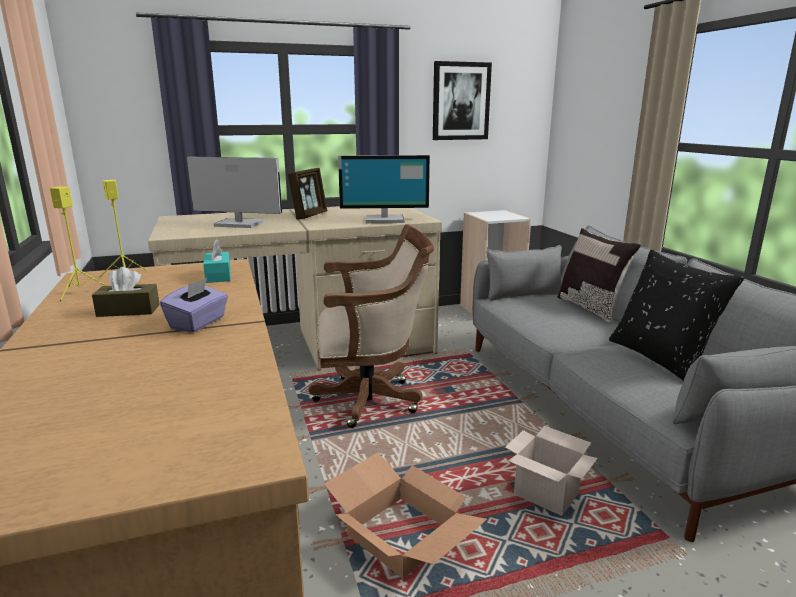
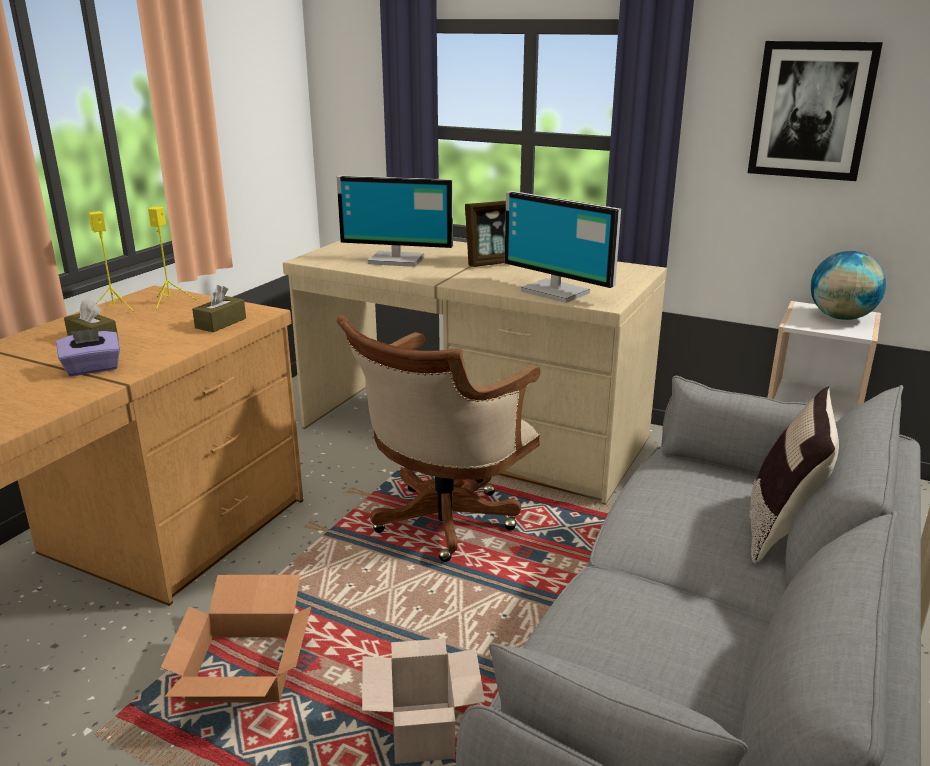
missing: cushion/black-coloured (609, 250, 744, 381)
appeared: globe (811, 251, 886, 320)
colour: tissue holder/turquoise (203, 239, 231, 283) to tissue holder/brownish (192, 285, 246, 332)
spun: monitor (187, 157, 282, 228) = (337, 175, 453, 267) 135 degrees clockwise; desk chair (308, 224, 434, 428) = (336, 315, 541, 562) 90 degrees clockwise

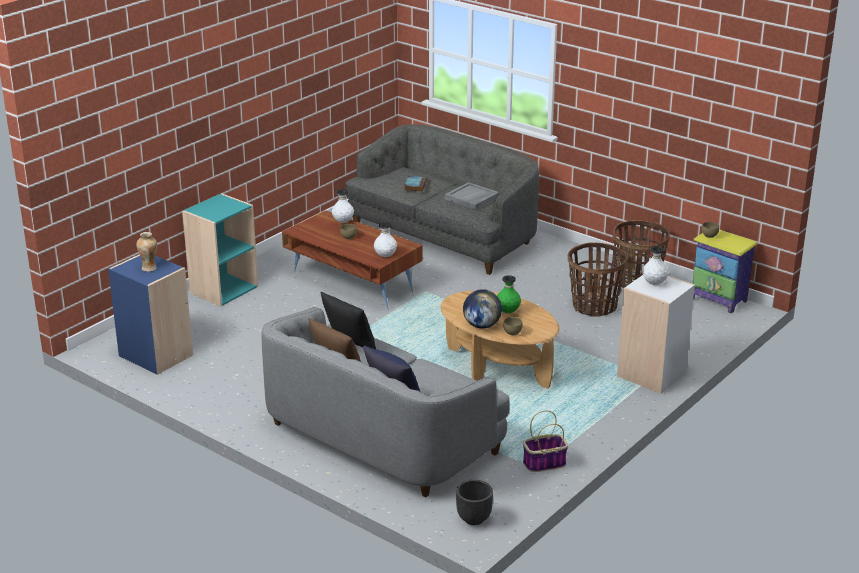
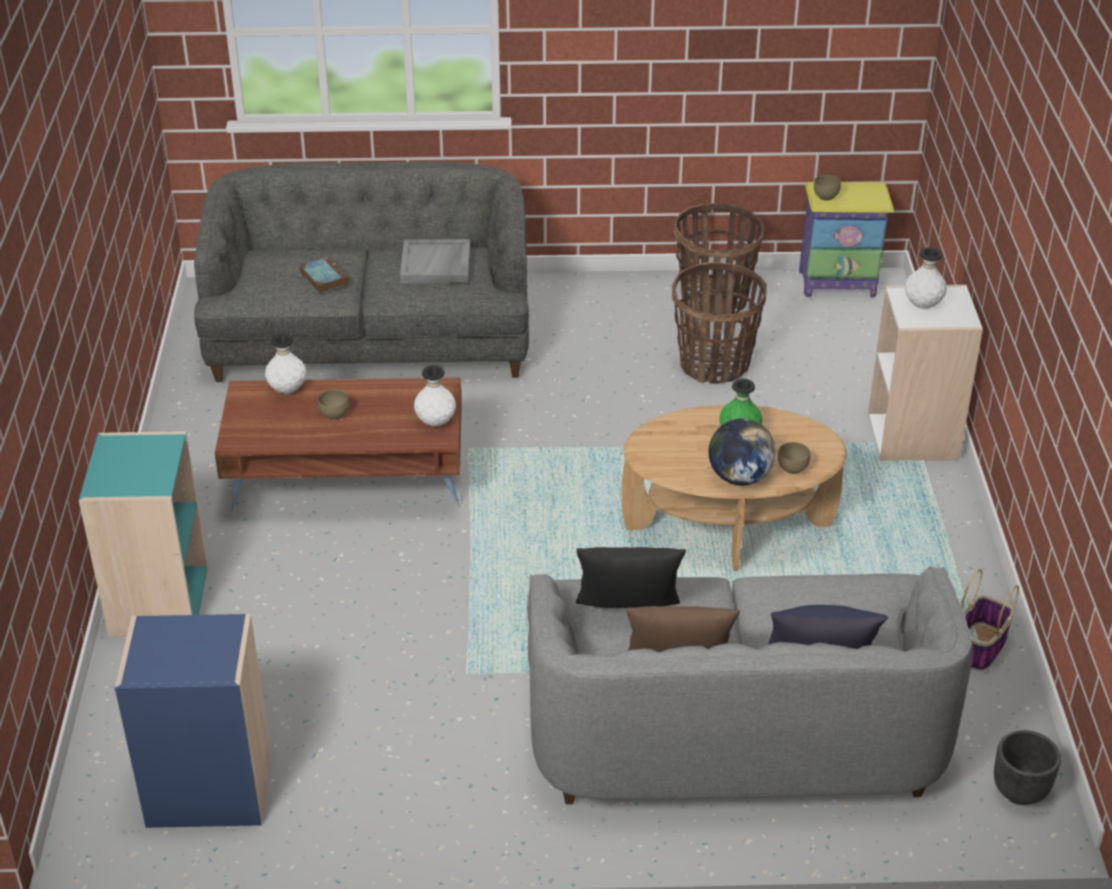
missing: vase (136, 232, 157, 272)

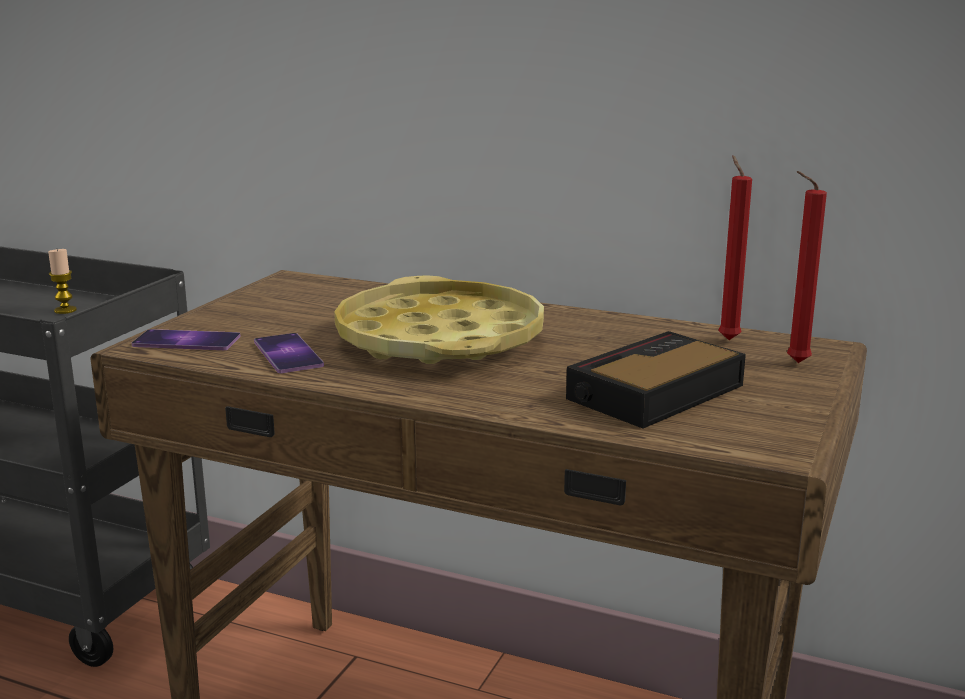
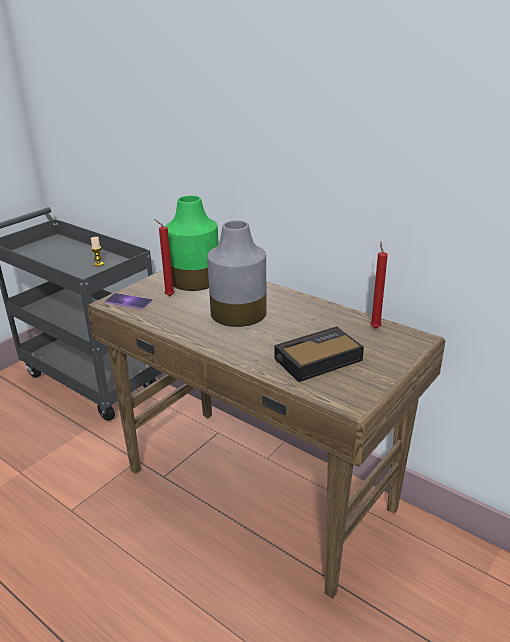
missing: phone (254, 333, 324, 373)
appeared: vase/green-coloured (165, 195, 219, 291)
relocated: wax candle/red-coloured (787, 171, 827, 363) to (154, 219, 175, 296)
exchanged: tray/yellow-coloured (334, 275, 544, 364) to vase/grey (207, 220, 267, 327)

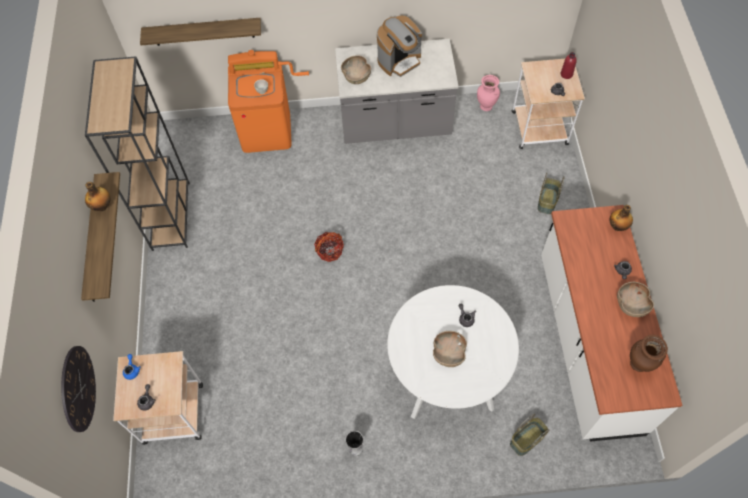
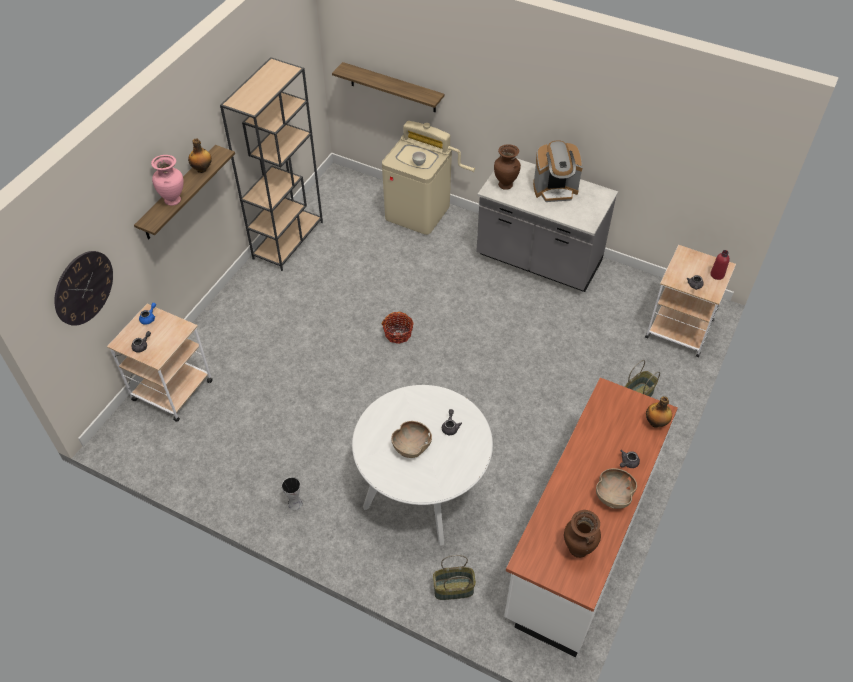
relocated: vase/pink-coloured (477, 75, 500, 111) to (151, 155, 184, 206)
exchanged: bowl/brownish (341, 55, 371, 84) to vase/brownish (494, 144, 521, 190)
colour: laundry appliance/orange-coloured (228, 50, 309, 153) to laundry appliance/beige (382, 121, 475, 235)

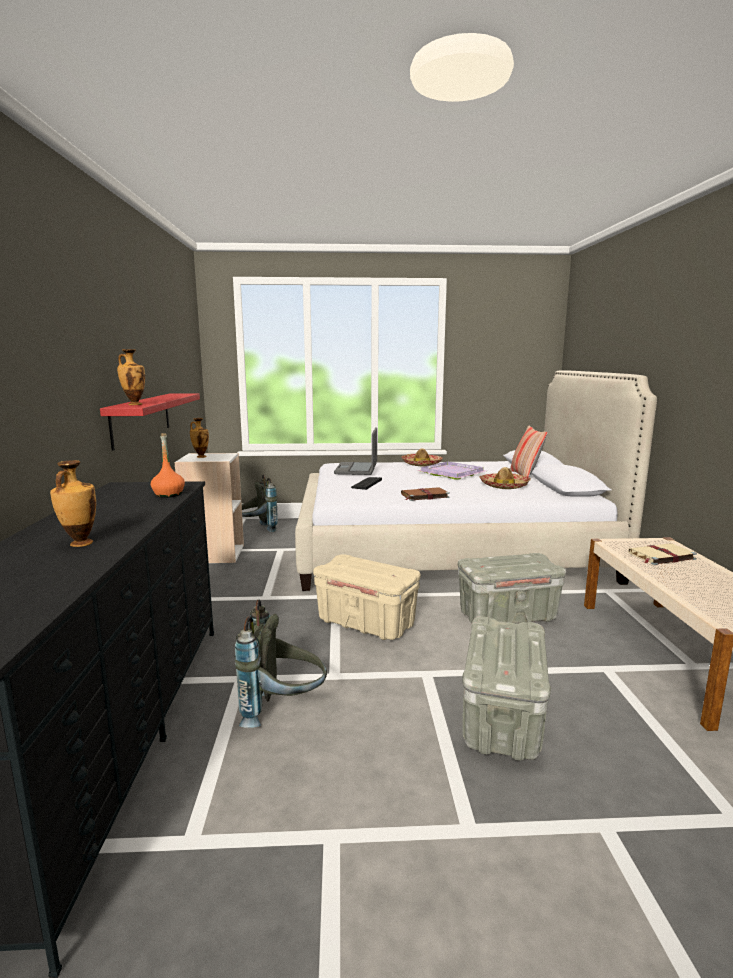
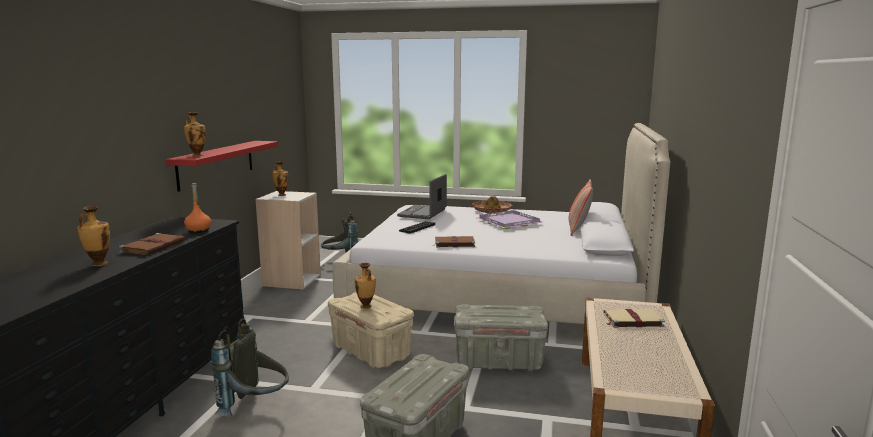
missing: clothing hat (479, 467, 531, 489)
appeared: bound book/brownish (119, 233, 185, 255); vase (355, 263, 376, 309)

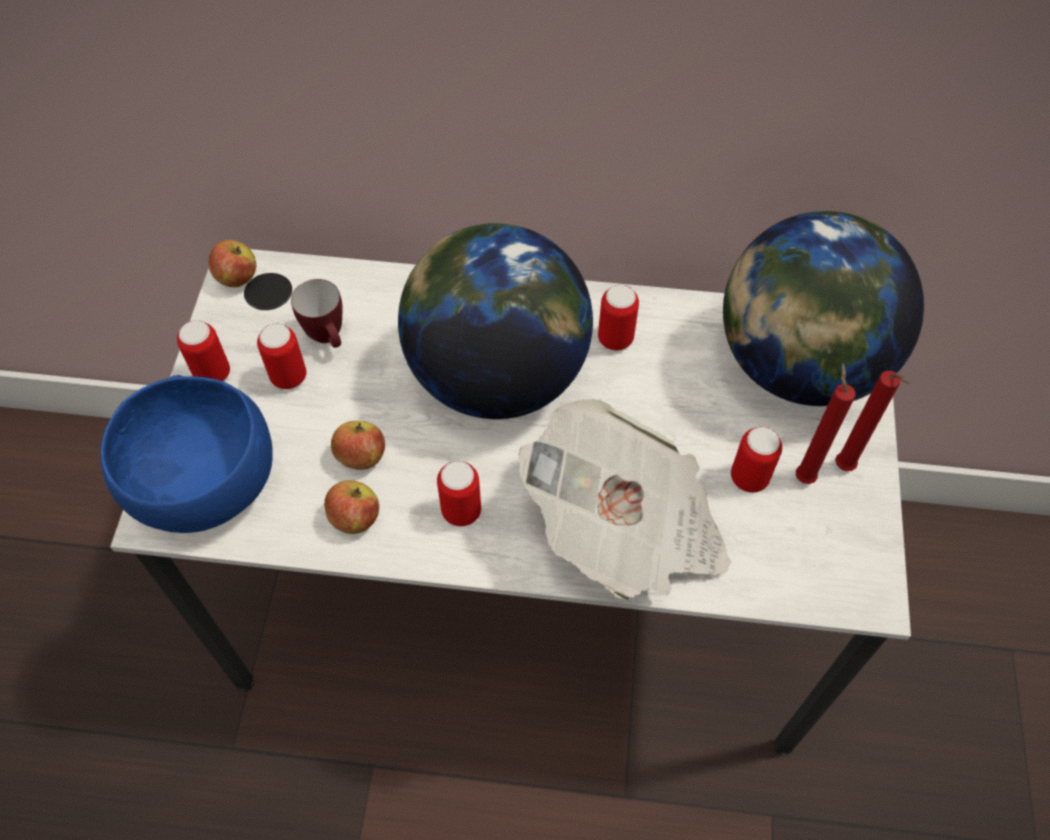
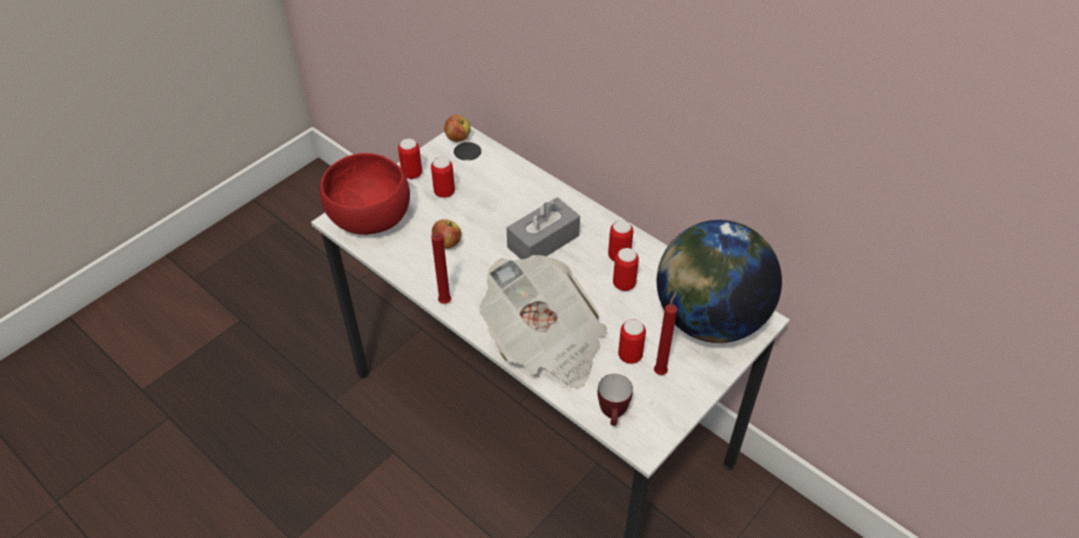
missing: apple fruit (324, 480, 379, 534)
relocated: coffee mug (291, 279, 343, 348) to (597, 374, 633, 426); wax candle/red-coloured (835, 371, 910, 471) to (431, 232, 451, 304); can (437, 461, 481, 526) to (613, 248, 639, 291)
exchanged: globe (398, 223, 593, 419) to tissue holder/grey (507, 197, 580, 259)
colour: bowl/blue-coloured (100, 375, 273, 533) to bowl/red-coloured (320, 153, 410, 235)

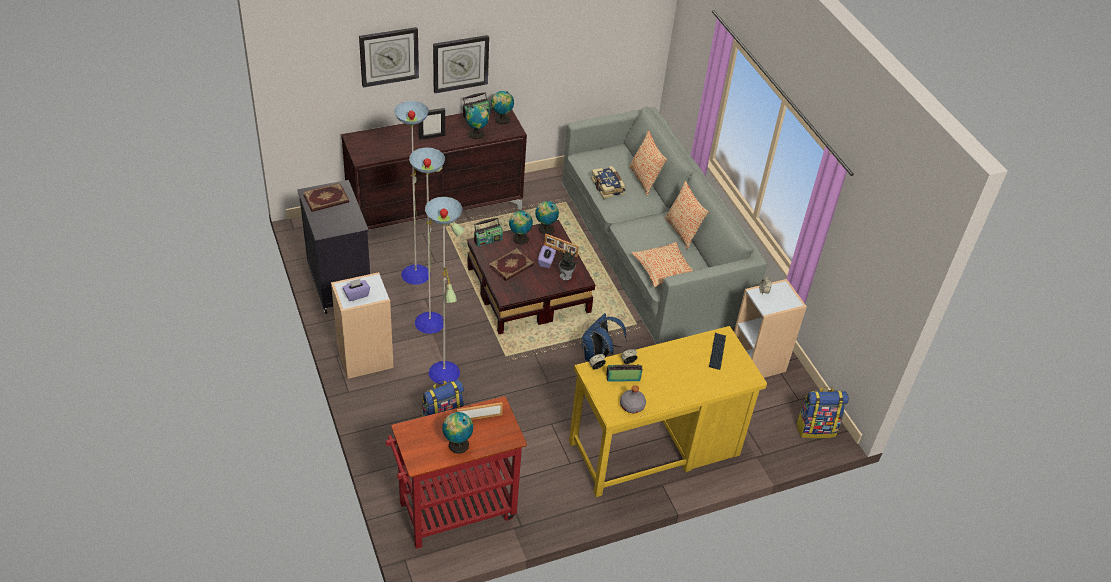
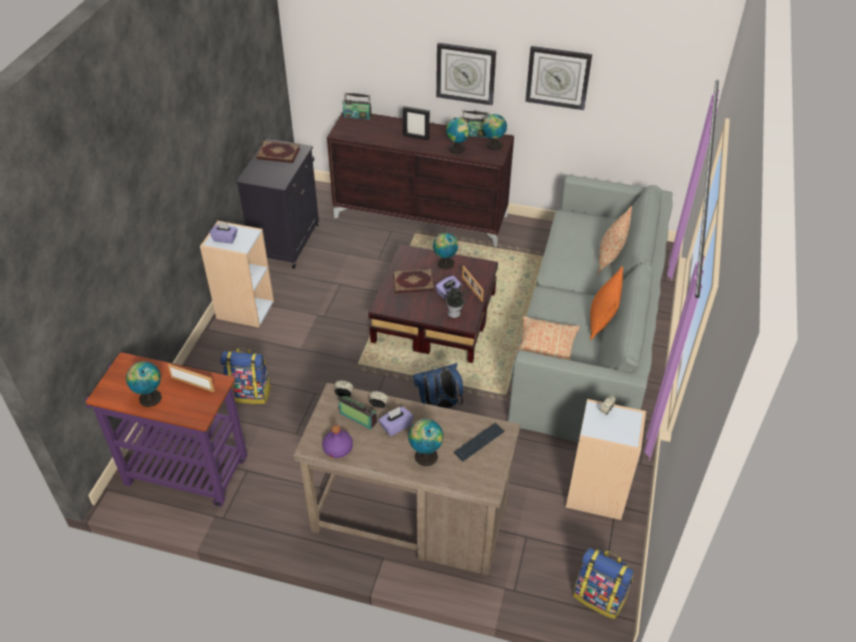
missing: standing lamp (394, 101, 464, 385); bound book (591, 166, 626, 199)
appeared: tissue holder/purplish (379, 407, 413, 436)
relocated: clock on the wall (359, 27, 419, 88) to (525, 46, 592, 110); globe (535, 201, 559, 235) to (408, 419, 443, 466); radio receiver (474, 217, 503, 247) to (343, 93, 371, 120)
colour: cushion/beige (665, 181, 708, 249) to cushion/orange-coloured (590, 266, 623, 340); desk table/yellow-coloured (569, 326, 767, 497) to desk table/brownish (293, 383, 521, 576); beverage bottle/grey (620, 385, 646, 413) to beverage bottle/purplish (322, 425, 353, 458); trolley/red-coloured (386, 396, 527, 549) to trolley/purplish (85, 352, 247, 507)

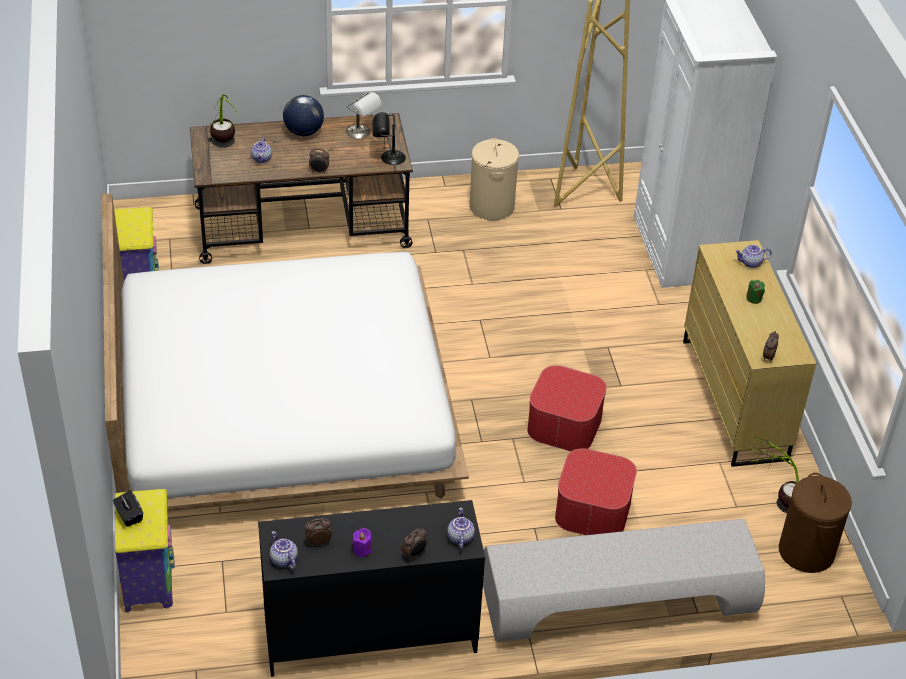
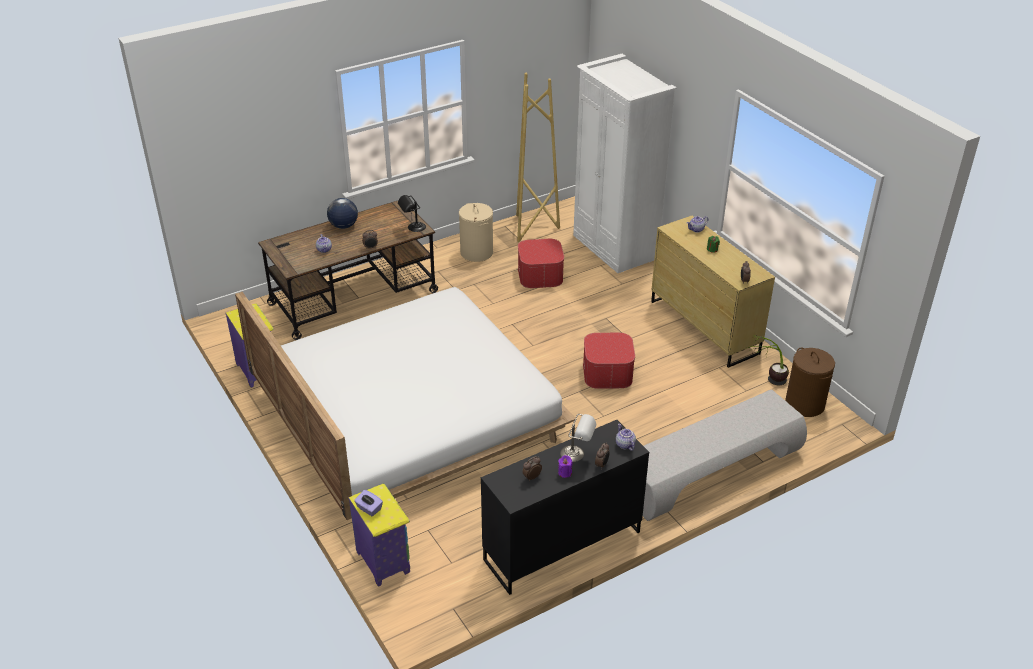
missing: potted plant (209, 94, 241, 148); teapot (270, 531, 298, 569)
relocated: table lamp/whitish (346, 92, 382, 139) to (560, 414, 596, 462); pouffe (555, 448, 637, 535) to (518, 239, 564, 288)
colour: tissue holder/black-coloured (113, 490, 143, 527) to tissue holder/purplish (354, 490, 383, 517)

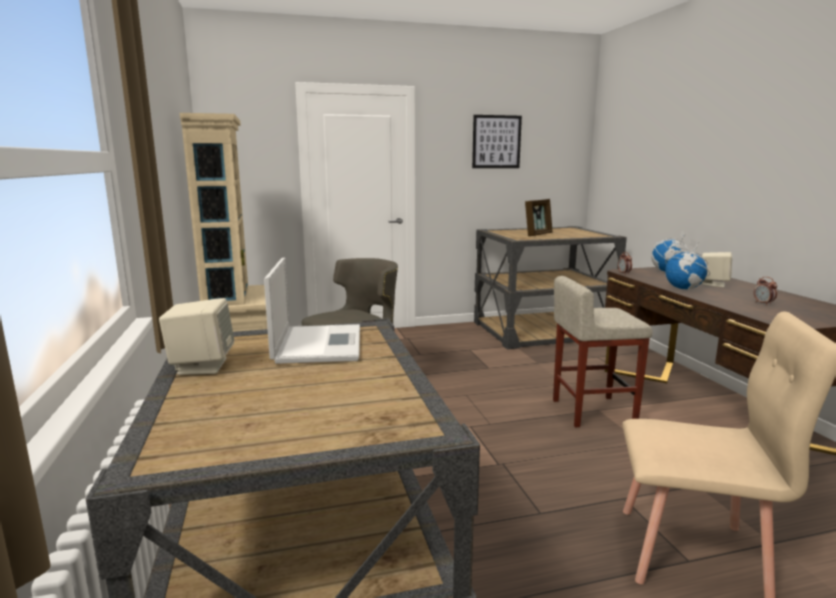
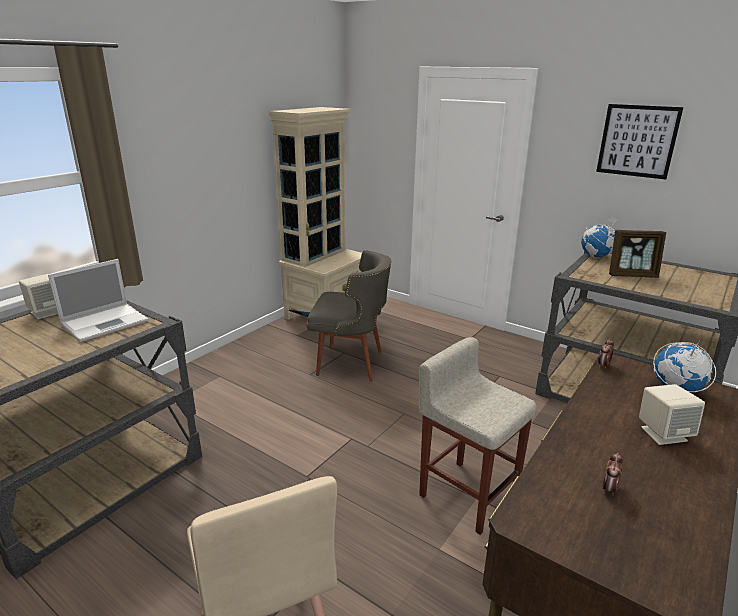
relocated: globe (665, 239, 710, 290) to (581, 215, 618, 257)

